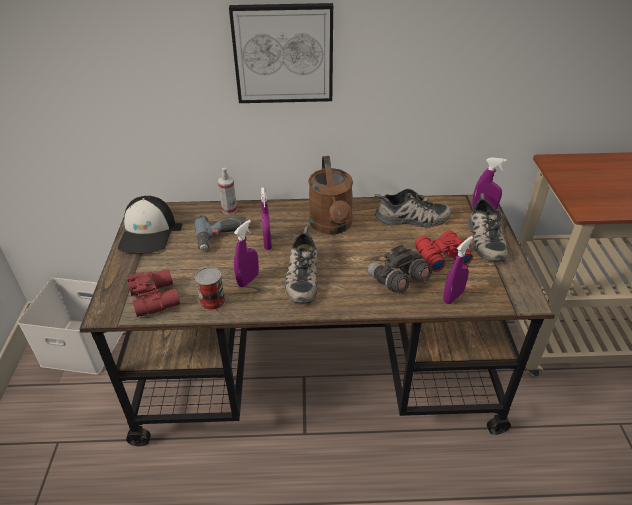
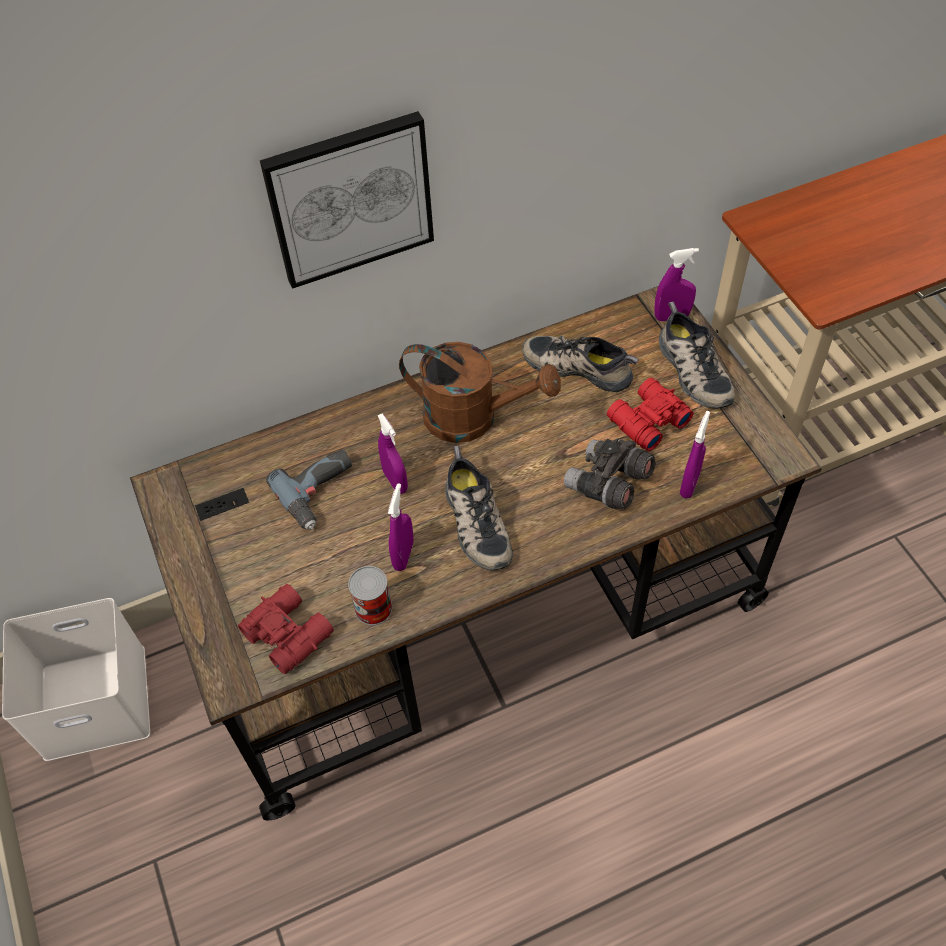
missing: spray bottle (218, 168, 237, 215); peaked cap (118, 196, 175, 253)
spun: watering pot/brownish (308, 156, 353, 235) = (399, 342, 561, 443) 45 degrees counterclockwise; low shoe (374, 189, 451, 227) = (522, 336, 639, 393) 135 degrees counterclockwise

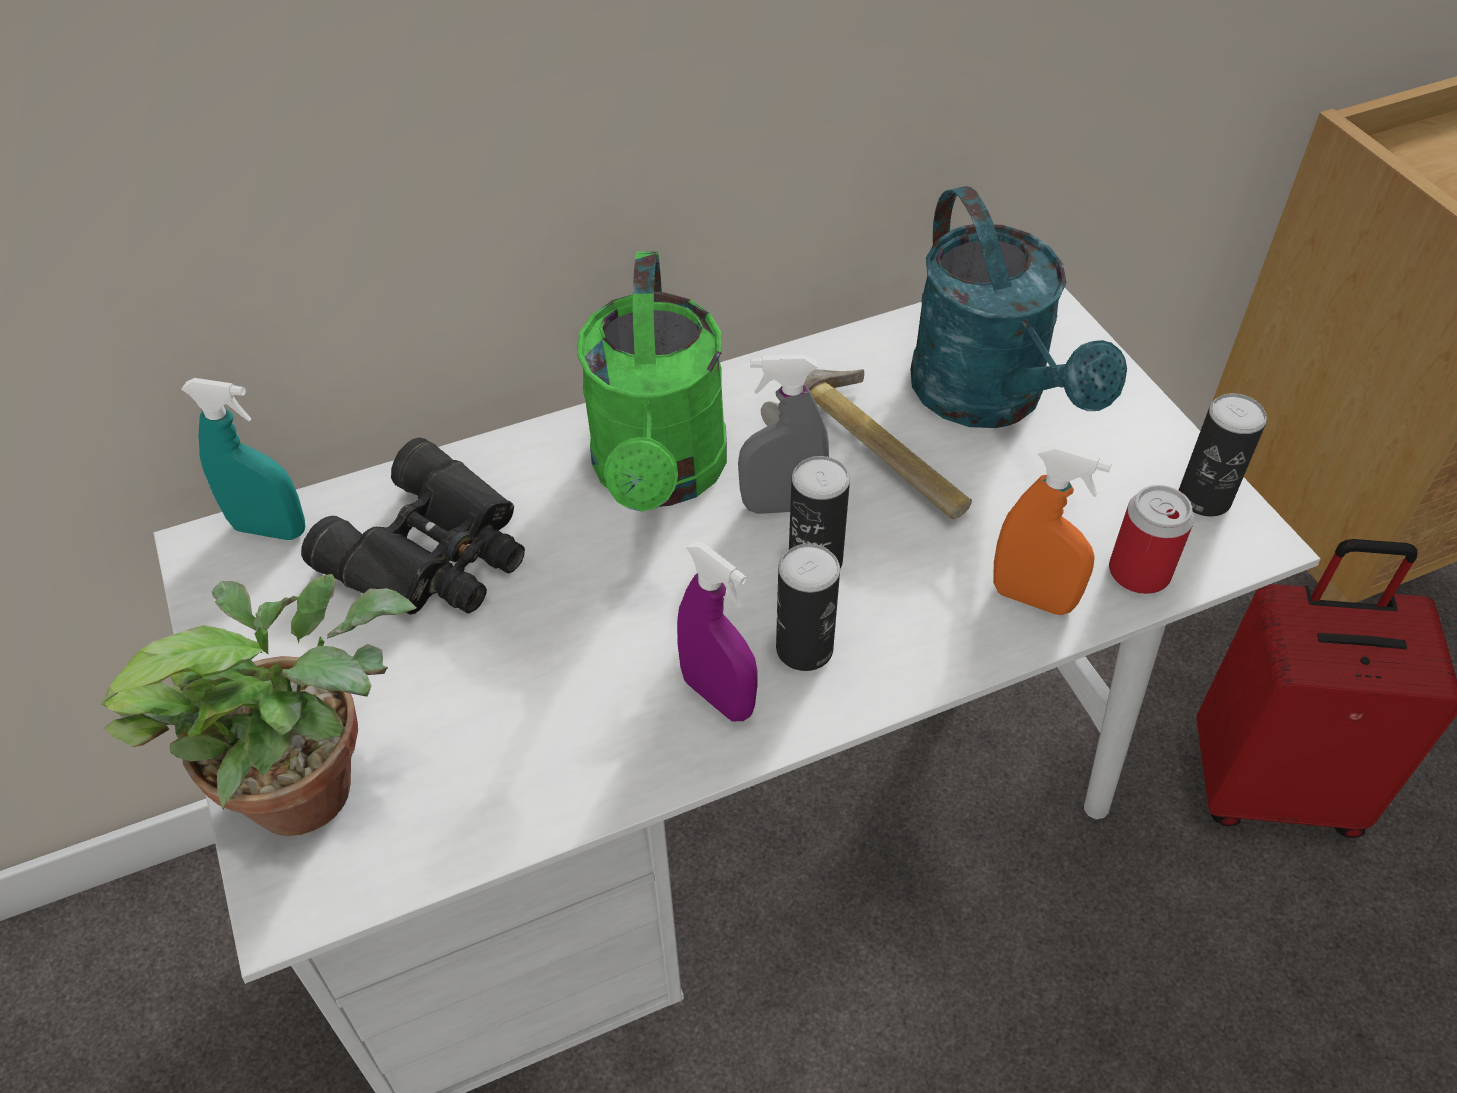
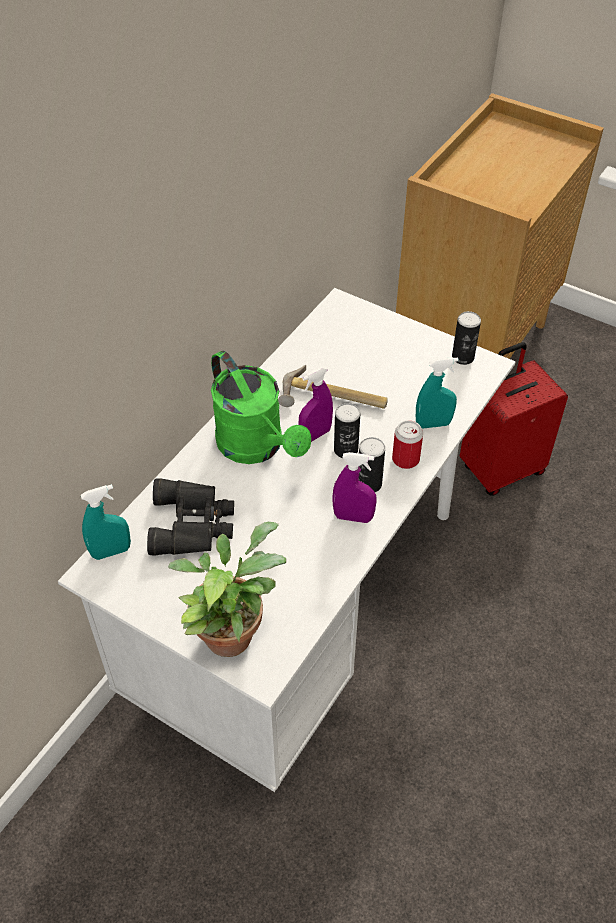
missing: watering pot/turquoise (911, 186, 1127, 428)
relocated: can (1109, 485, 1194, 594) to (392, 420, 423, 469)
colour: spray bottle/grey (738, 354, 829, 514) to spray bottle/purplish (299, 367, 333, 442); spray bottle/orange-coloured (993, 444, 1111, 615) to spray bottle/turquoise (416, 357, 459, 429)

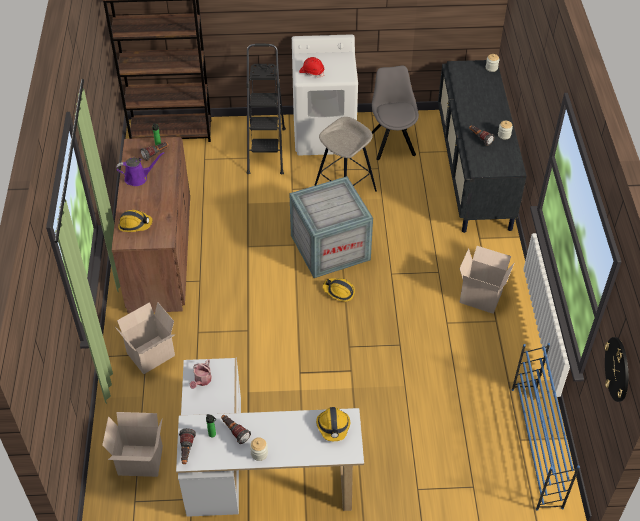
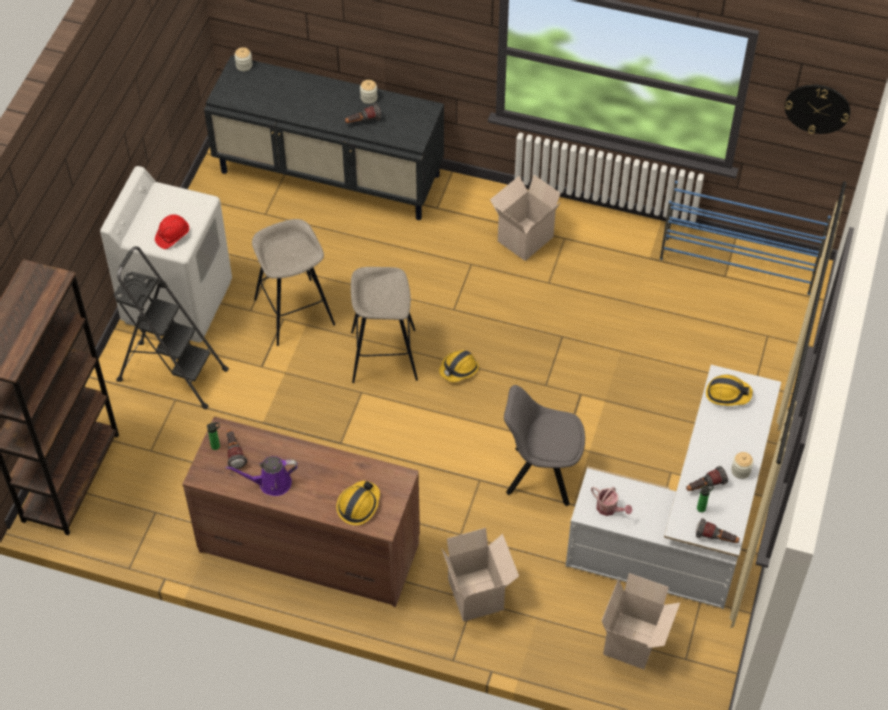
relocated: plain chair/grey (372, 65, 419, 160) to (504, 385, 585, 506)
exchanged: shipping crate (289, 176, 373, 278) to stool seat/grey (351, 267, 418, 383)
spun: watering pot/purplish (116, 152, 164, 186) = (225, 456, 298, 496) 105 degrees counterclockwise

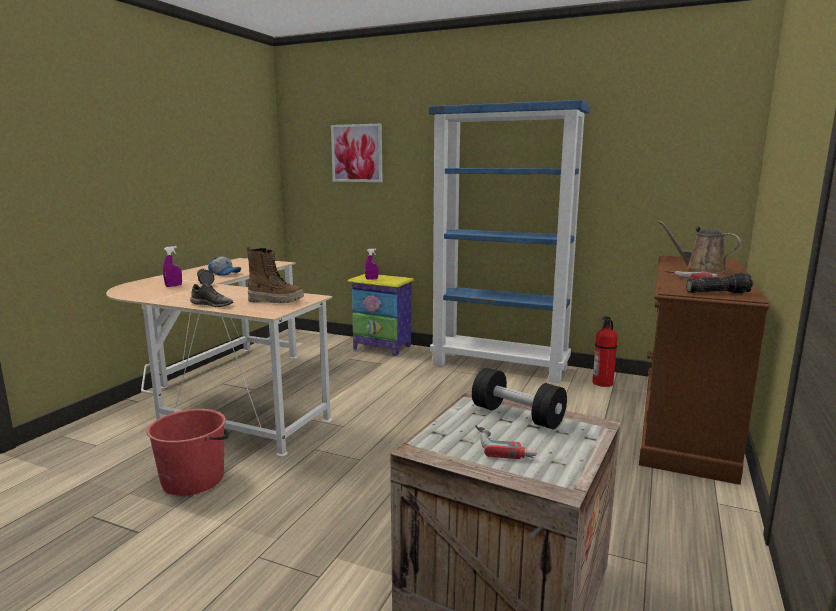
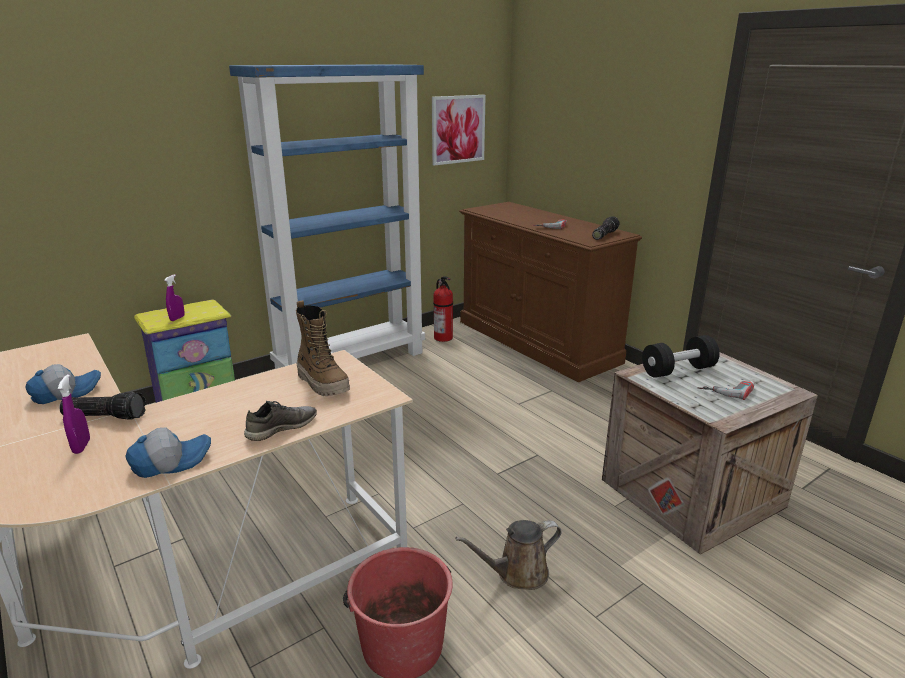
appeared: peaked cap (125, 428, 211, 478)
relocated: wall picture (331, 124, 382, 182) to (432, 95, 486, 166); watering pot/brownish (658, 221, 741, 273) to (455, 520, 561, 590)
spun: high-top boot (246, 246, 304, 303) = (296, 300, 350, 396) 105 degrees clockwise

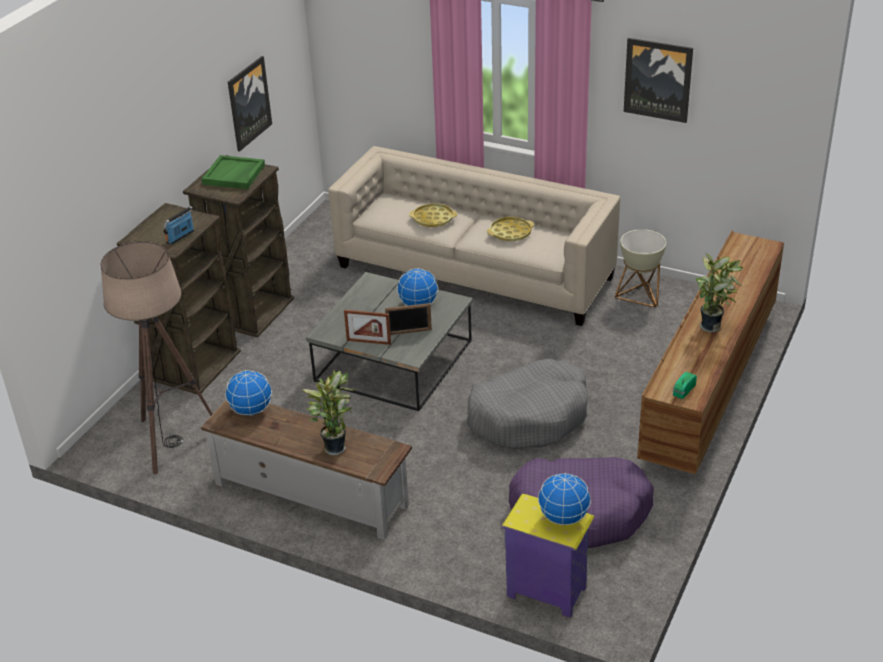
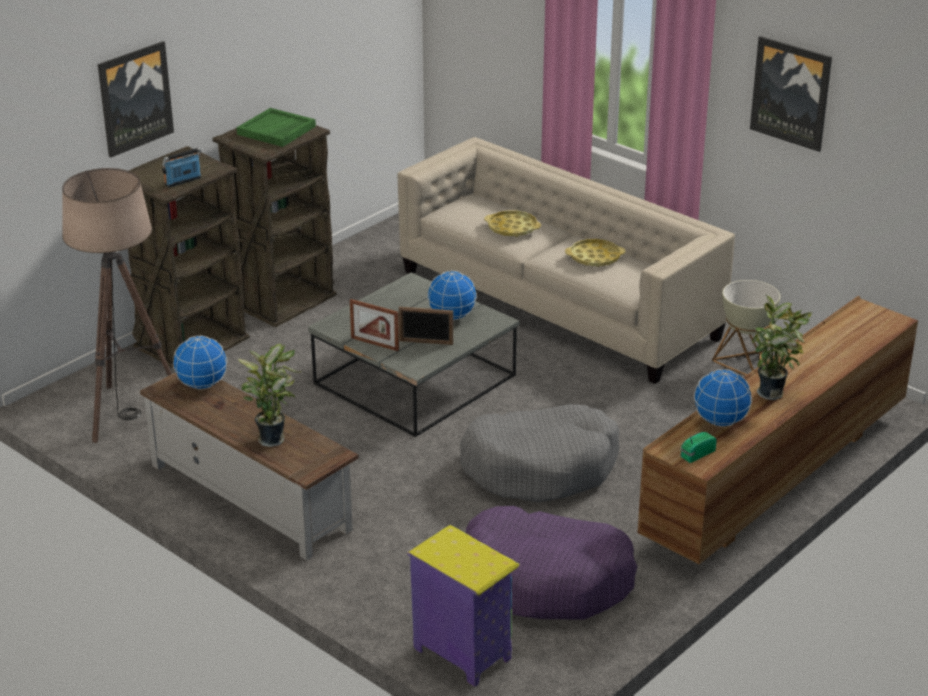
relocated: wall picture (228, 56, 272, 152) to (98, 41, 174, 158); globe (538, 473, 591, 525) to (694, 369, 752, 427)

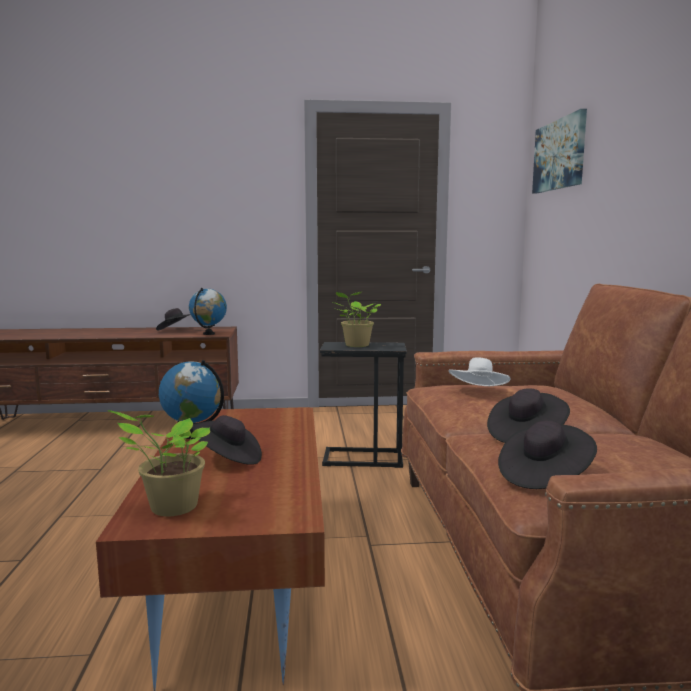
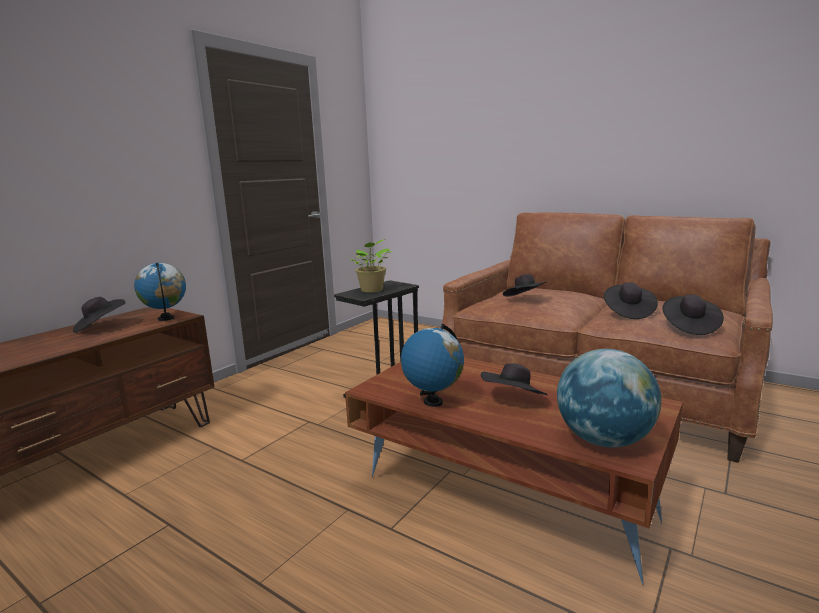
missing: wall picture (532, 109, 587, 193)
exchanged: potted plant (108, 410, 210, 516) to globe (557, 349, 662, 448)
colour: clothing hat/whitish (448, 358, 510, 386) to clothing hat/black-coloured (503, 274, 546, 297)

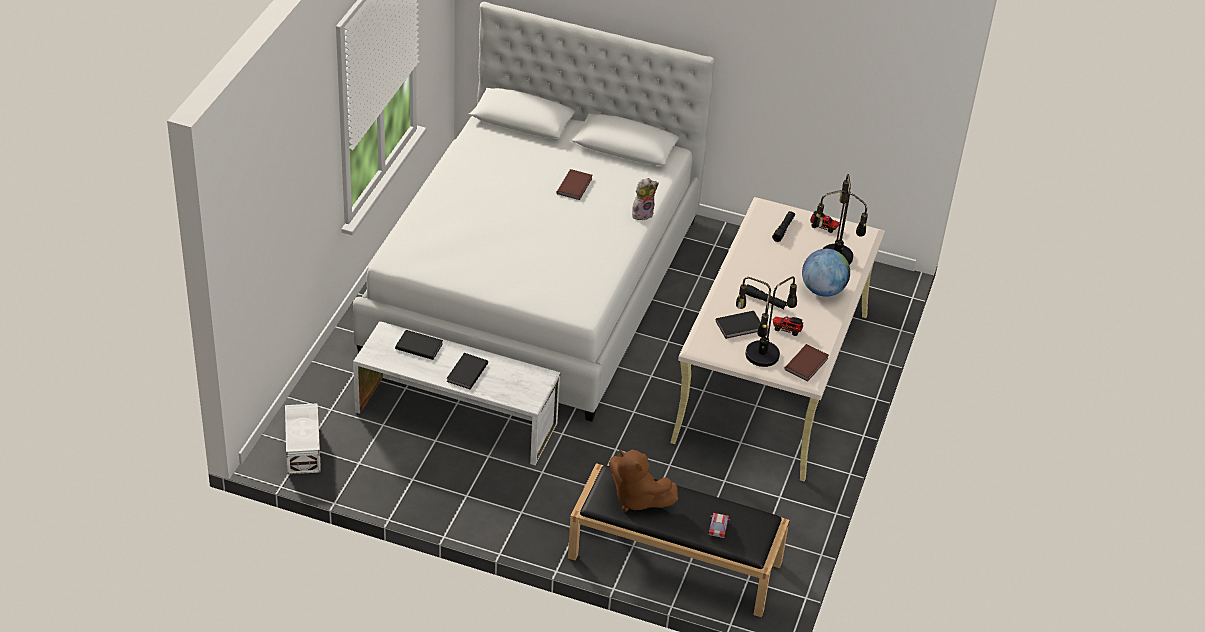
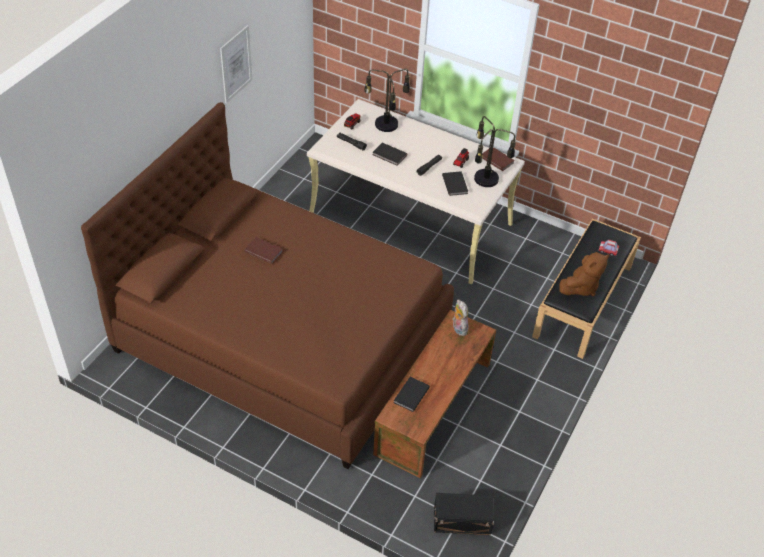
missing: globe (802, 249, 850, 297)
appeared: wall picture (220, 25, 252, 104)
relocated: cuddly toy (632, 178, 659, 220) to (452, 299, 469, 336); bound book/black-coloured (447, 353, 488, 389) to (373, 143, 407, 166)
colour: sleeping bed/whitish (353, 2, 715, 422) to sleeping bed/brownish (81, 102, 454, 469); long seat/whitish (353, 321, 560, 465) to long seat/brownish (373, 310, 496, 478); storage box/whitish (285, 403, 321, 474) to storage box/black-coloured (434, 493, 494, 535)

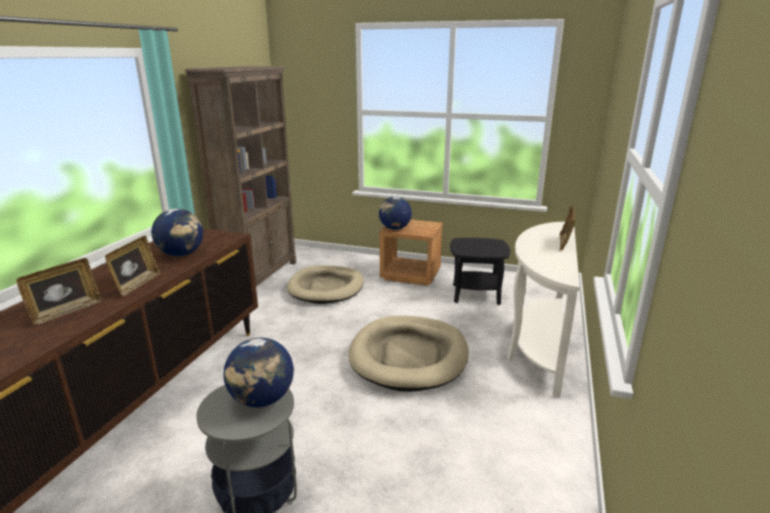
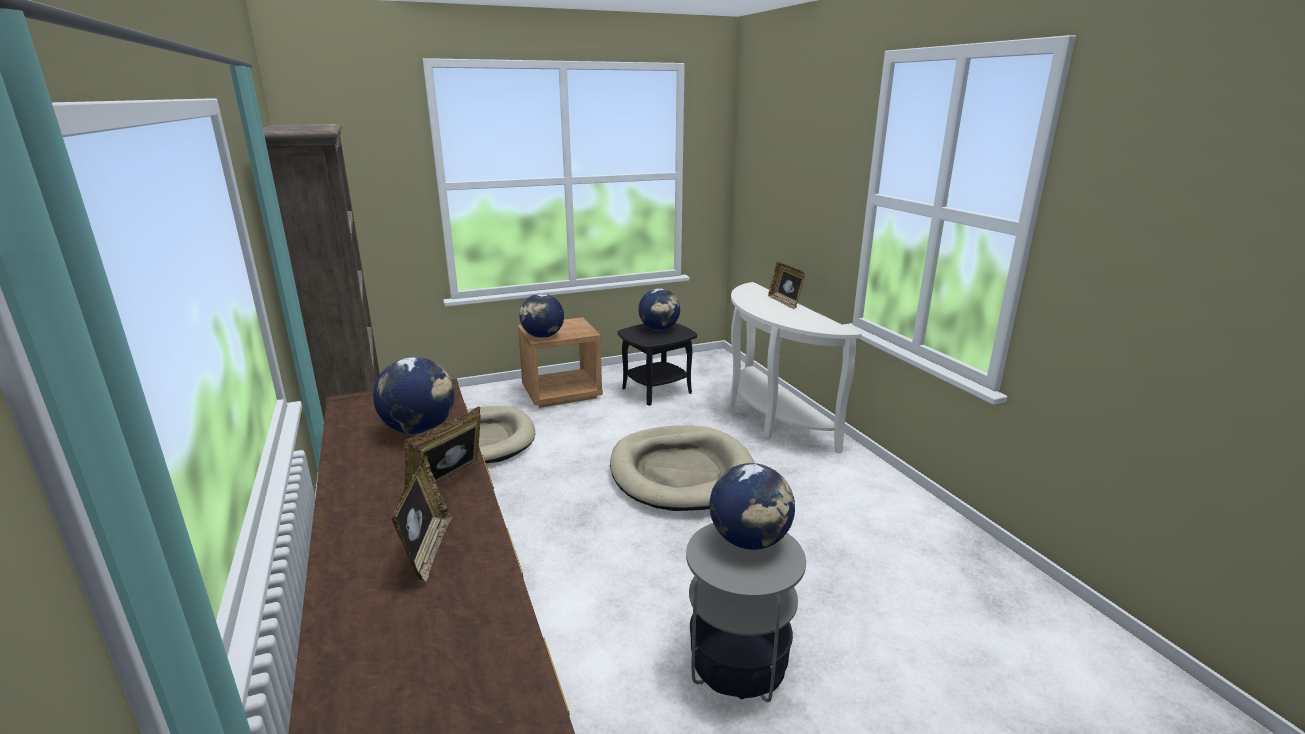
appeared: globe (638, 288, 680, 331)
spun: picture frame (105, 236, 161, 296) = (404, 406, 481, 491) 120 degrees counterclockwise

